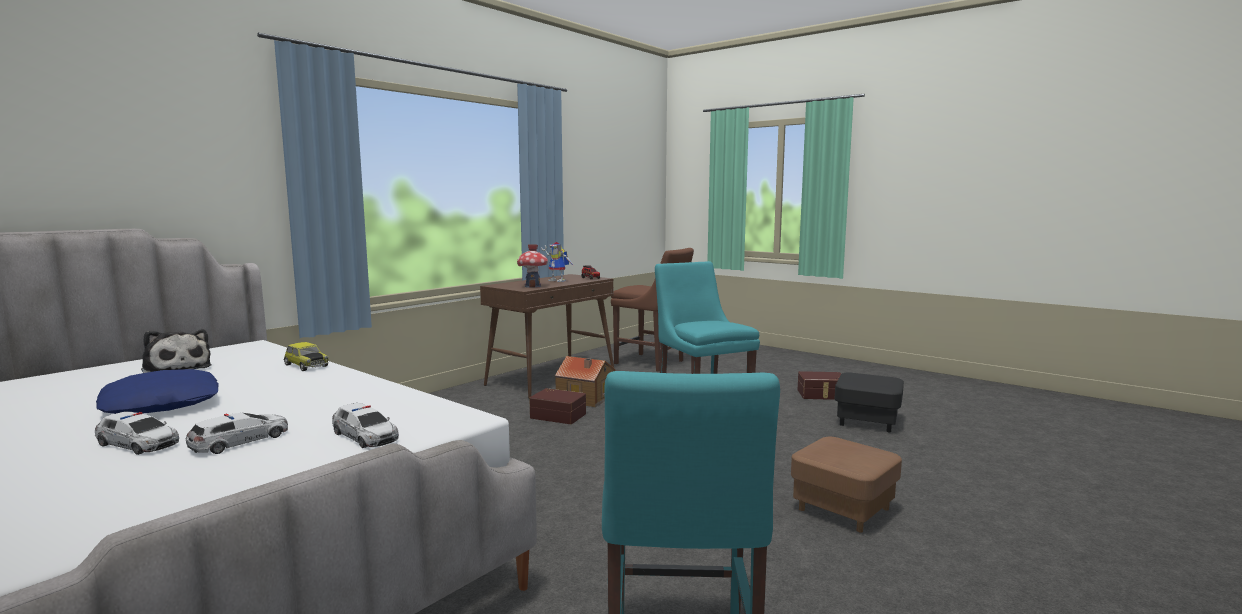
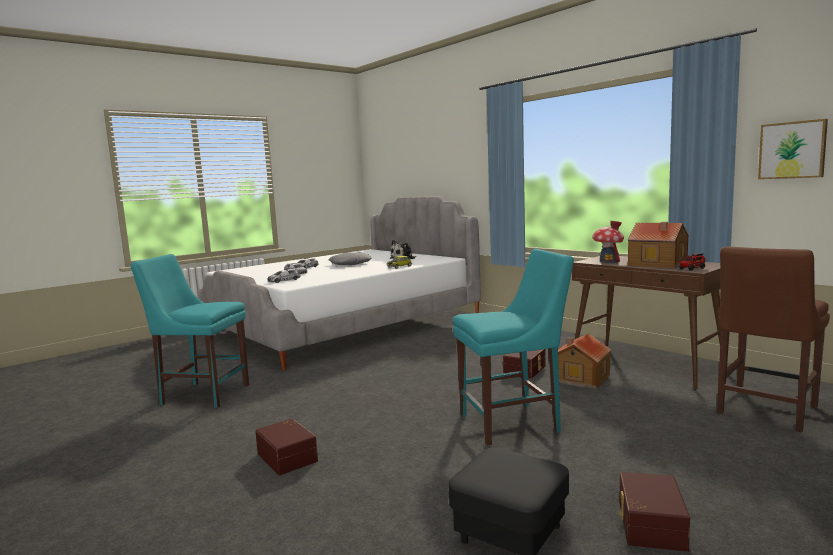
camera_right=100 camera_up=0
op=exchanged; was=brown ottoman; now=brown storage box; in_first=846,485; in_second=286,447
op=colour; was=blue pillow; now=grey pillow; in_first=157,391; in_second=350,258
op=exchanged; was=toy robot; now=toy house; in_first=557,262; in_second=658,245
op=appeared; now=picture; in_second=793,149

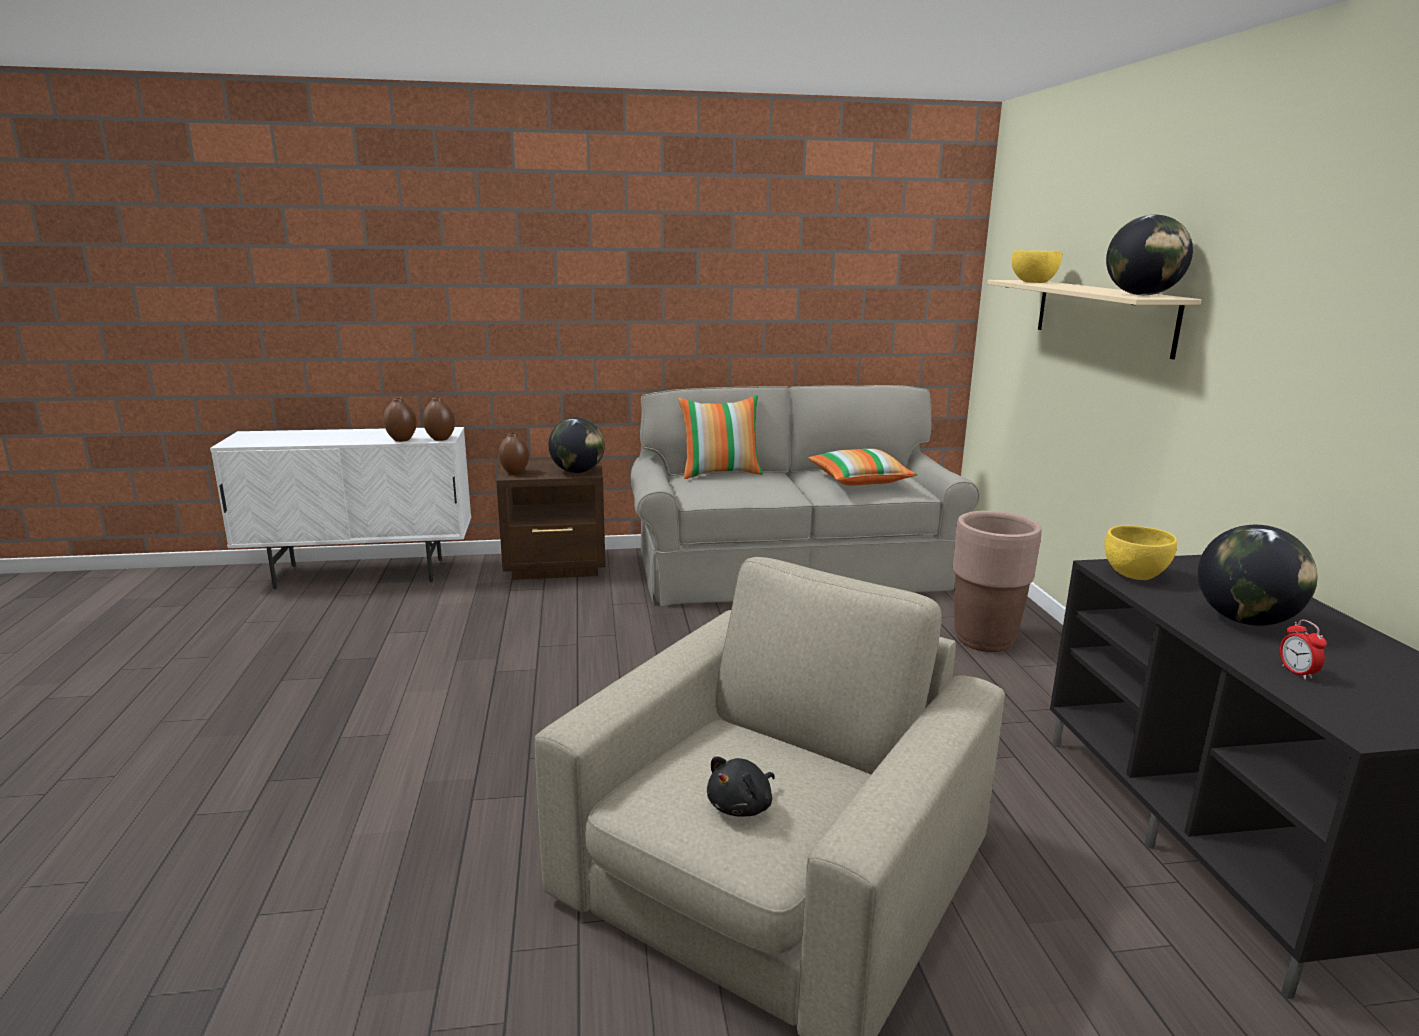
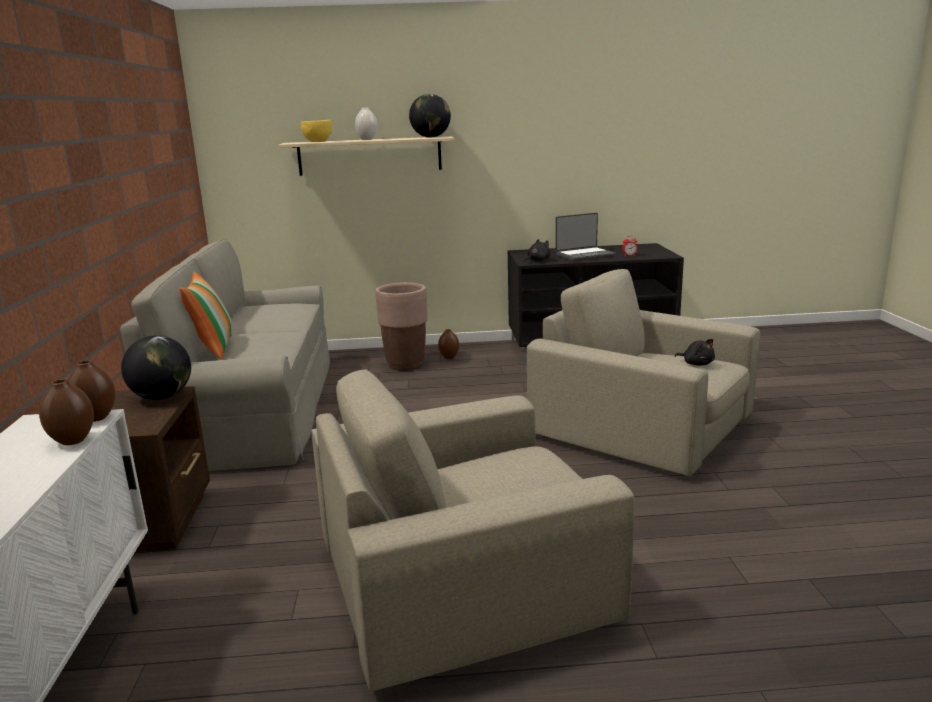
camera_right=-85 camera_up=0
op=appeared; now=beige armchair; in_second=473,530
op=appeared; now=white vase; in_second=366,124
op=relocated; was=brown vase; in_first=513,453; in_second=448,344
op=exchanged; was=yellow bowl; now=black plush toy; in_first=1140,553; in_second=536,250
op=exchanged; was=globe; now=laptop; in_first=1257,575; in_second=585,237
op=missing; was=pillow; in_first=862,467

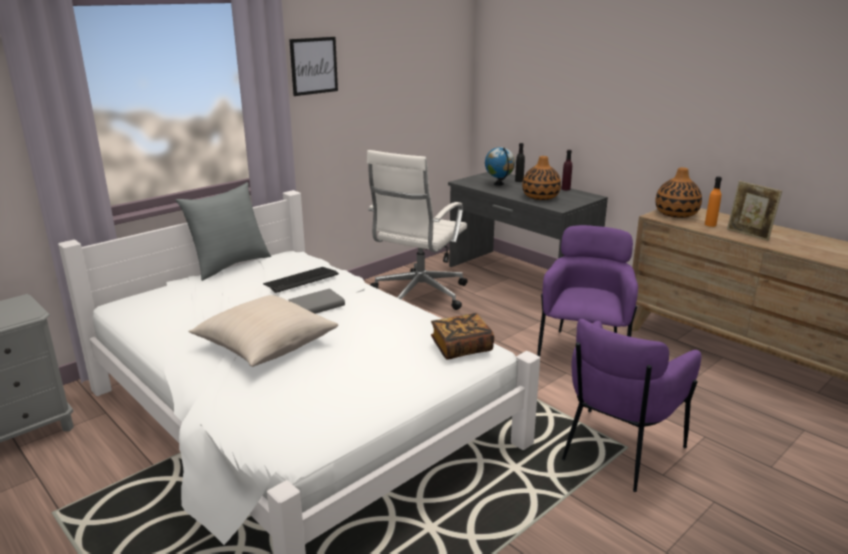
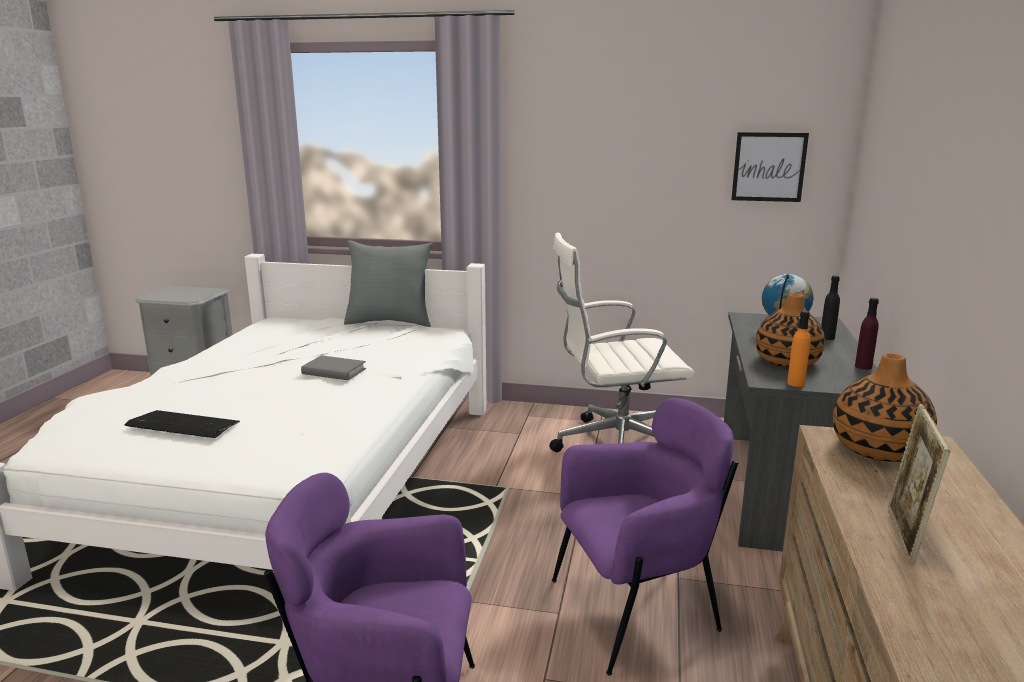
camera_right=55 camera_up=-5
op=relocated; was=keyboard; in_first=301,280; in_second=182,424
op=relocated; was=picture; in_first=313,66; in_second=770,167
op=relocated; was=orange bottle; in_first=713,201; in_second=798,349
op=missing; was=beige pillow; in_first=263,331
op=missing; was=book; in_first=462,336

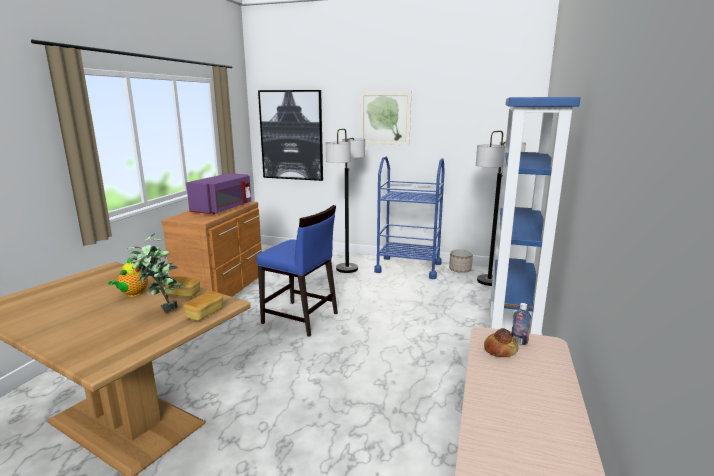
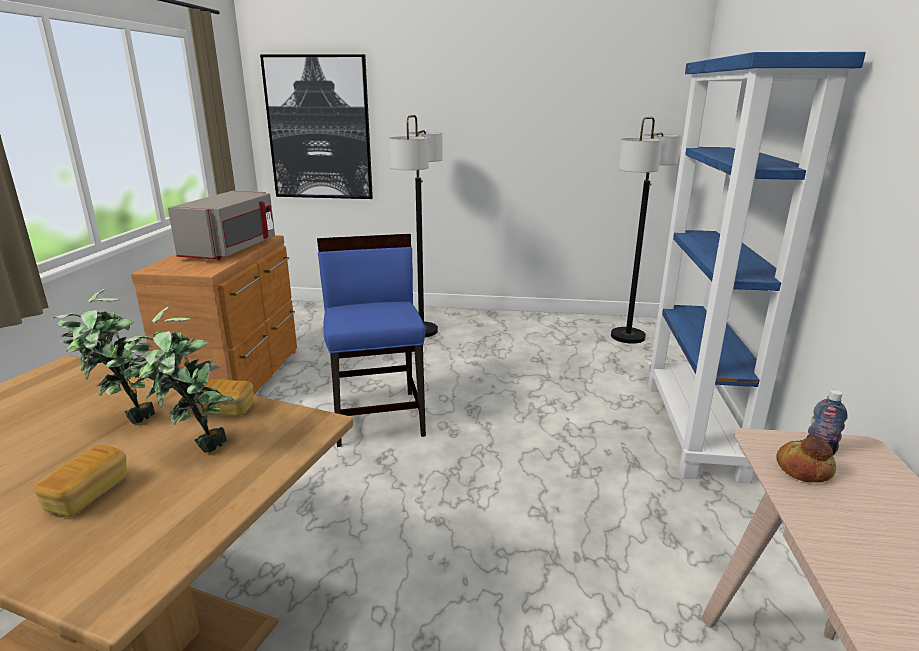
camera_right=-10 camera_up=5
op=relocated; was=bread; in_first=203,306; in_second=80,481
op=exchanged; was=teapot; now=potted plant; in_first=128,277; in_second=104,356
op=colour; was=purple microwave; now=grey microwave; in_first=218,193; in_second=221,225
op=spun; was=blue chair; in_first=297,271; in_second=371,340; clockwise=-120
op=missing; was=picture; in_first=385,118
op=missing; was=blue cart; in_first=409,217
op=missing; was=planter; in_first=461,261

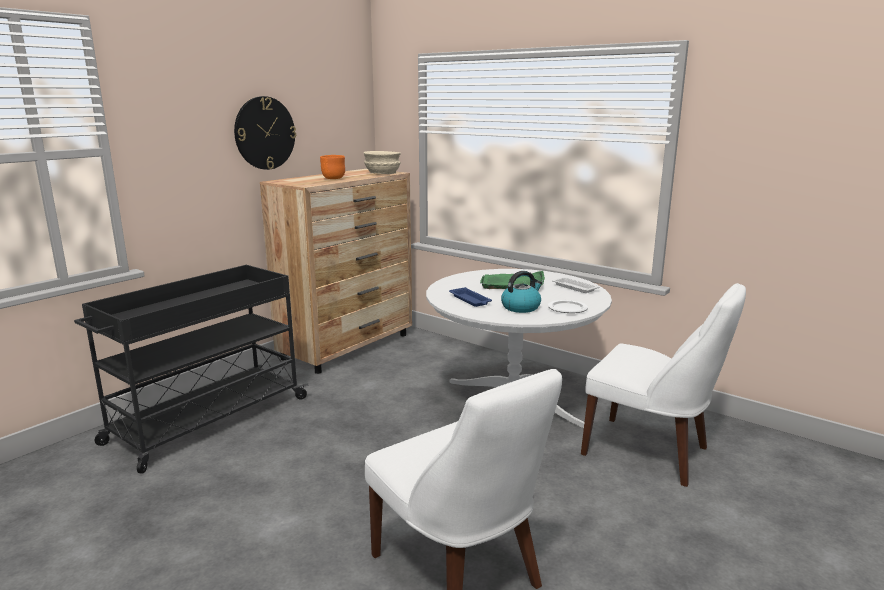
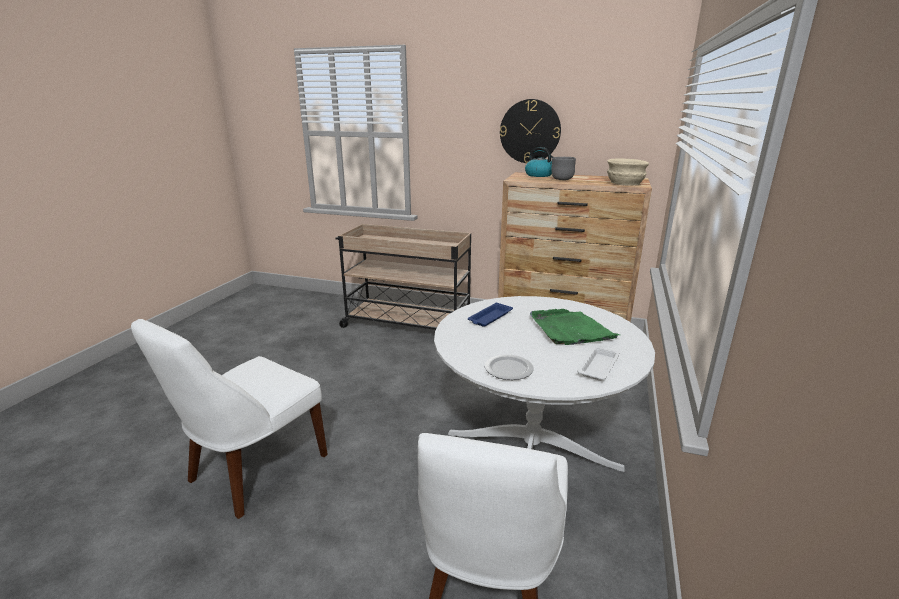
camera_right=70 camera_up=5
op=colour; was=black cart; now=beige cart; in_first=191,369; in_second=403,277
op=relocated; was=kettle; in_first=521,292; in_second=539,162
op=colour; was=orange bowl; now=grey bowl; in_first=332,167; in_second=563,168

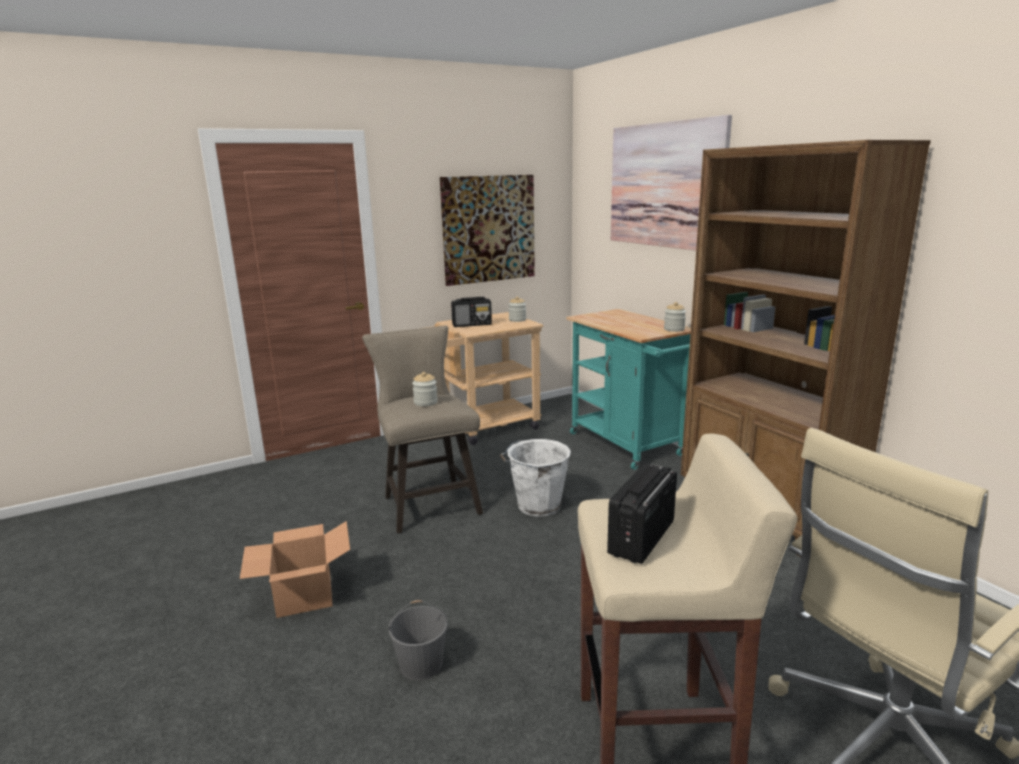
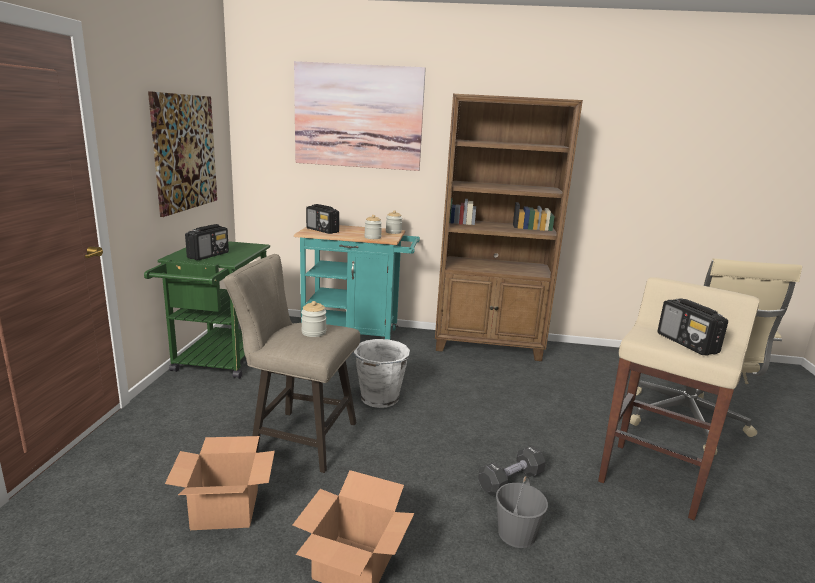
camera_right=-55 camera_up=0
op=colour; was=beige cart; now=green cart; in_first=484,378; in_second=207,310
op=appeared; now=cardboard box; in_second=220,483
op=appeared; now=radio; in_second=322,219
op=relocated; was=jar; in_first=517,309; in_second=373,227
op=appeared; now=black dumbbell; in_second=512,470

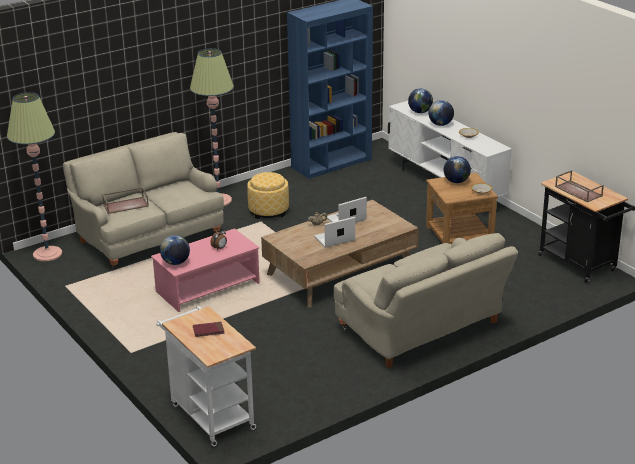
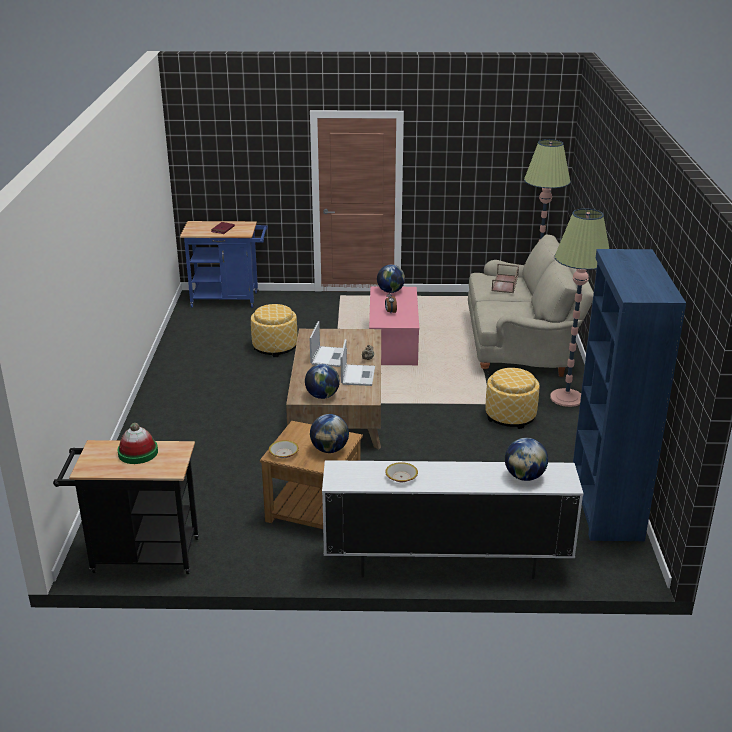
camera_right=125 camera_up=0
op=exchanged; was=brown tray; now=hat; in_first=579,186; in_second=138,443
op=colour; was=white cart; now=blue cart; in_first=206,376; in_second=224,264
op=appeared; now=ottoman; in_second=274,330
op=relocated; was=globe; in_first=441,113; in_second=322,381
op=missing; was=beige sofa; in_first=426,300

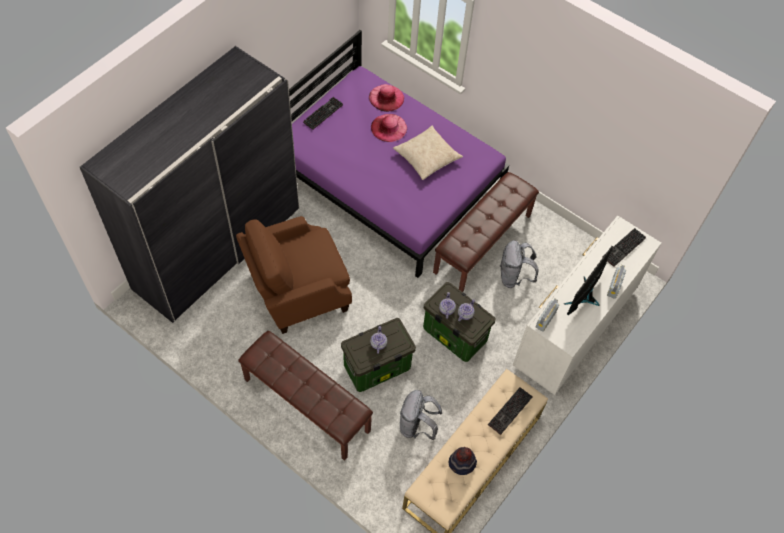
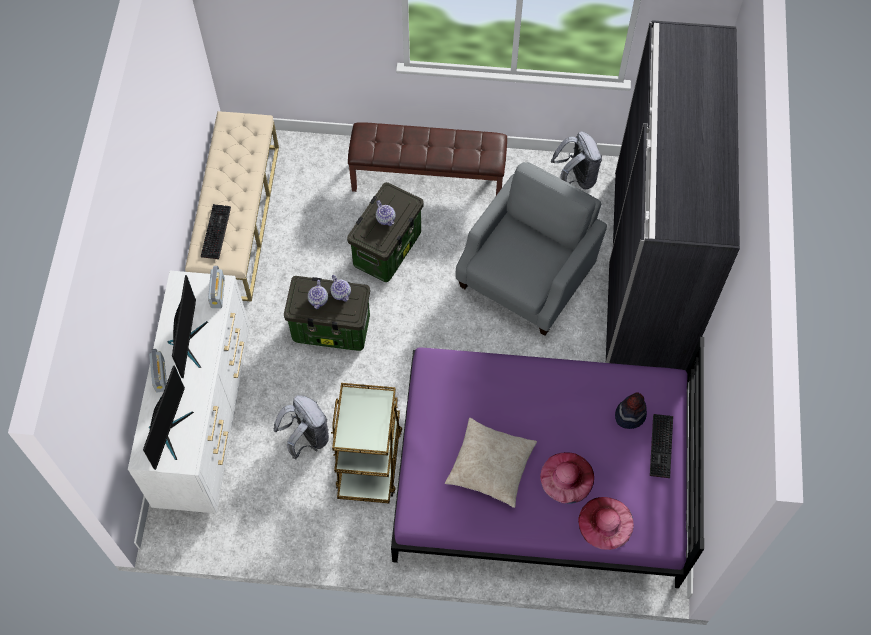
camera_right=150 camera_up=5
op=exchanged; was=keyboard; now=monitor; in_first=624,247; in_second=168,418
op=exchanged; was=brown bench; now=brown cart; in_first=486,232; in_second=366,443
op=colour; was=brown armchair; now=grey armchair; in_first=294,275; in_second=531,249
op=relocated; was=grey backpack; in_first=421,415; in_second=576,160
op=relocated; was=hat; in_first=463,461; in_second=631,410

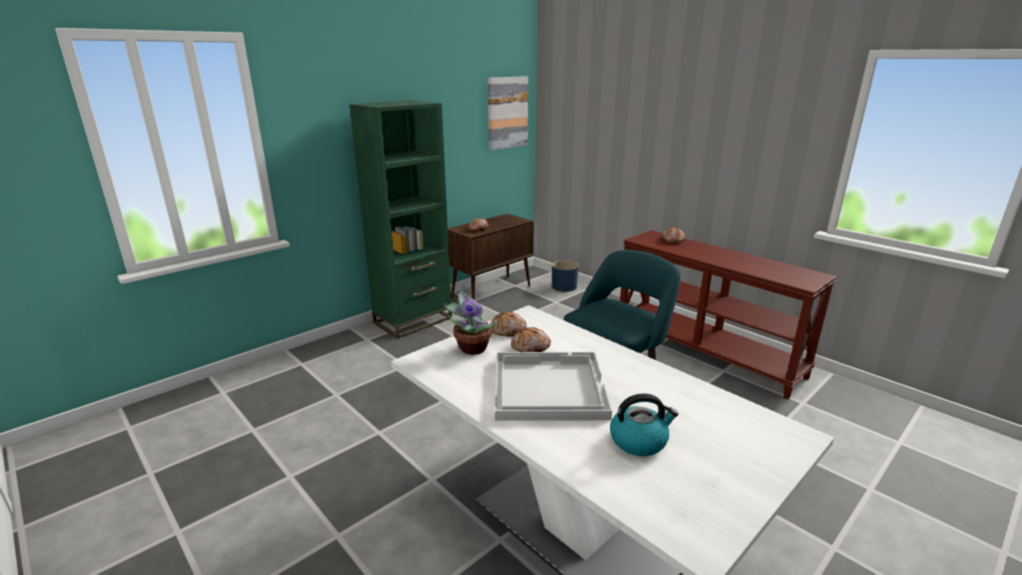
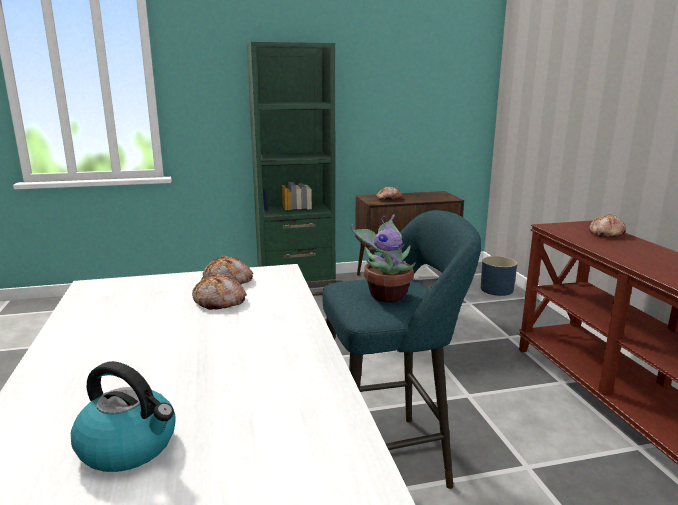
camera_right=30 camera_up=-5
op=relocated; was=potted plant; in_first=470,320; in_second=383,258
op=missing; was=picture; in_first=508,113
op=missing; was=white tray; in_first=553,386

